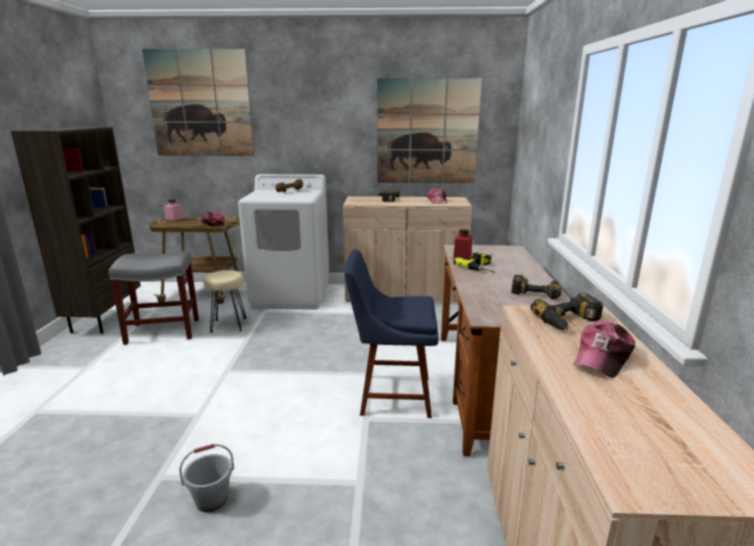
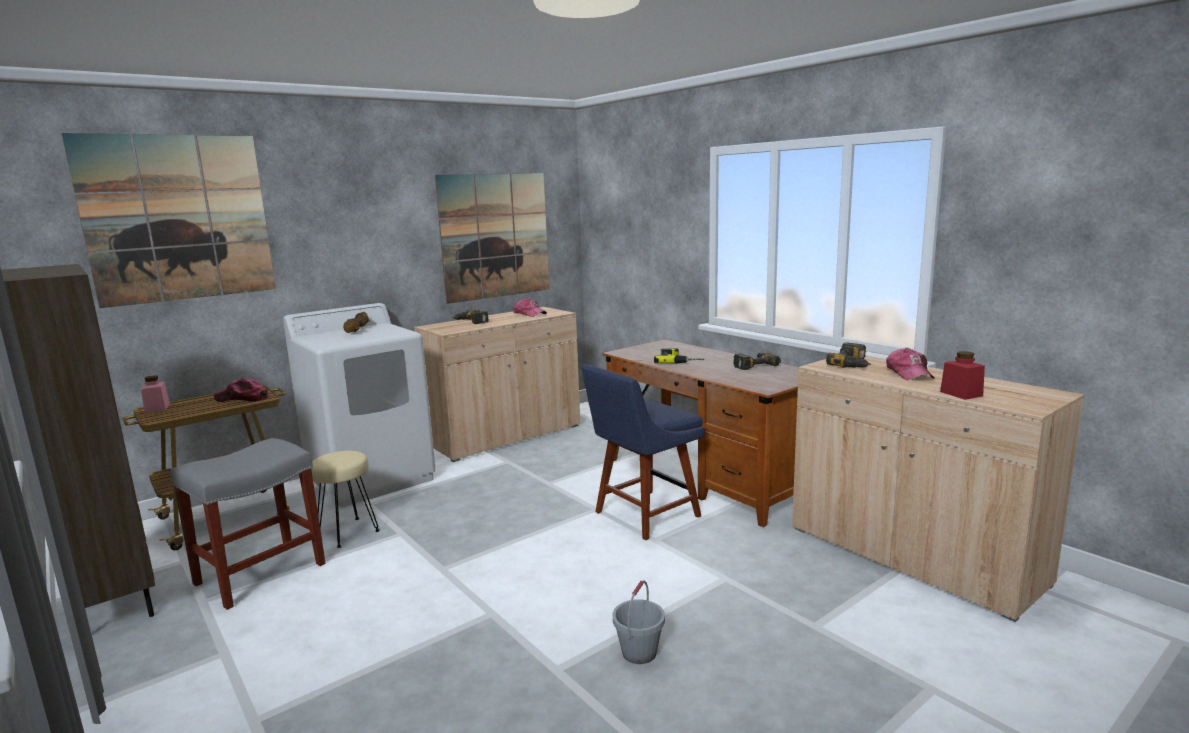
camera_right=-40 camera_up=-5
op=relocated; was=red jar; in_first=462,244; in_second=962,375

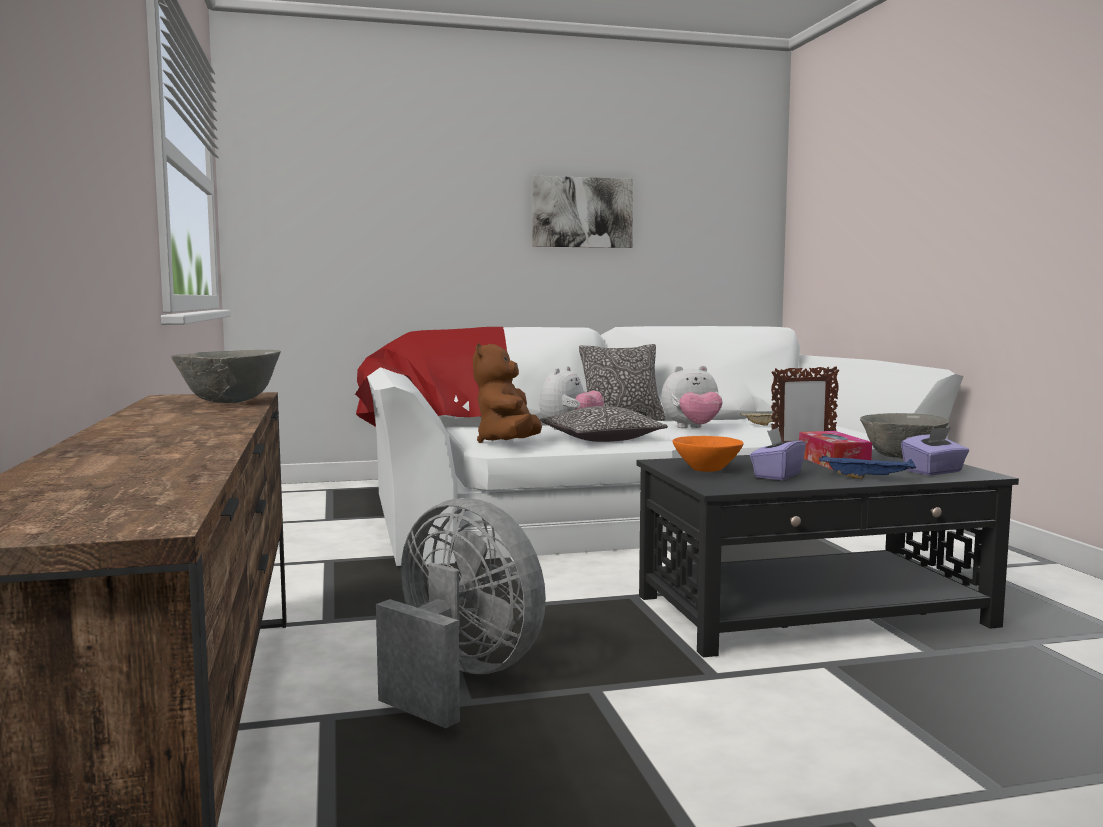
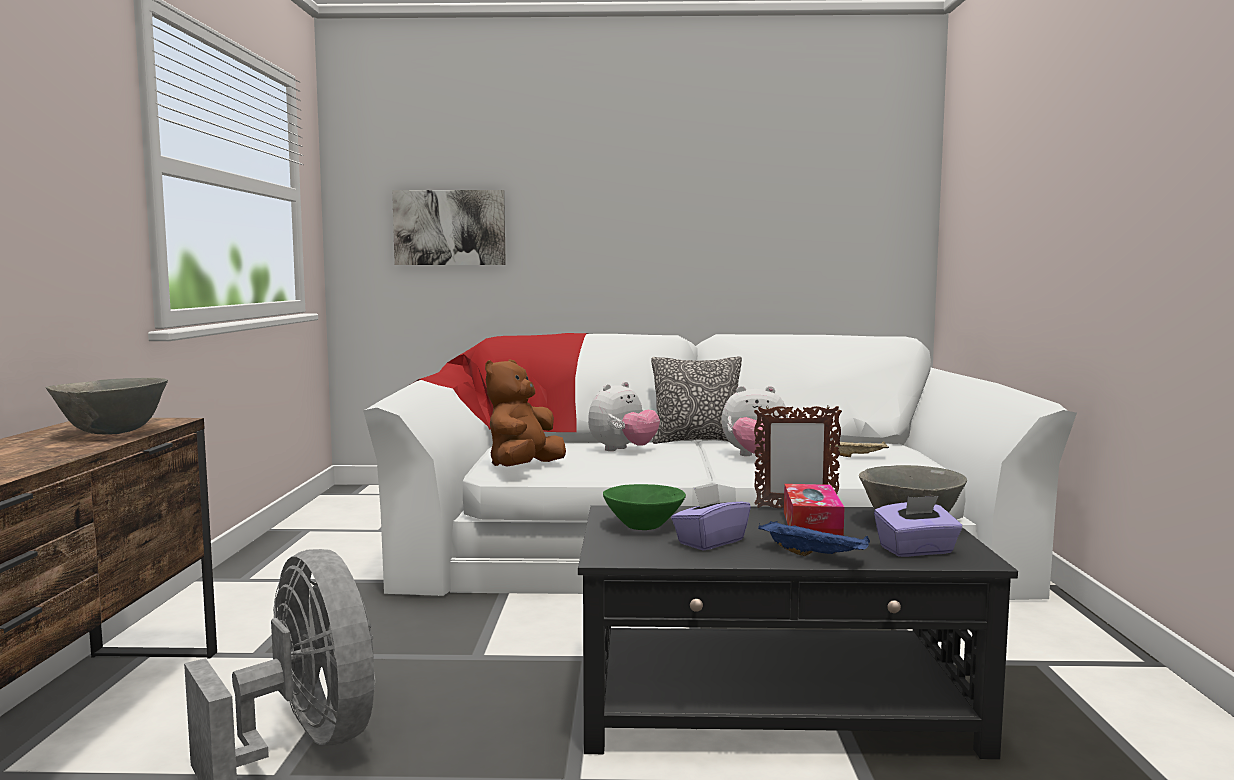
camera_right=15 camera_up=0
op=relocated; was=picture; in_first=582,212; in_second=449,227
op=colour; was=orange bowl; now=green bowl; in_first=708,454; in_second=644,507
op=missing; was=pillow; in_first=604,424

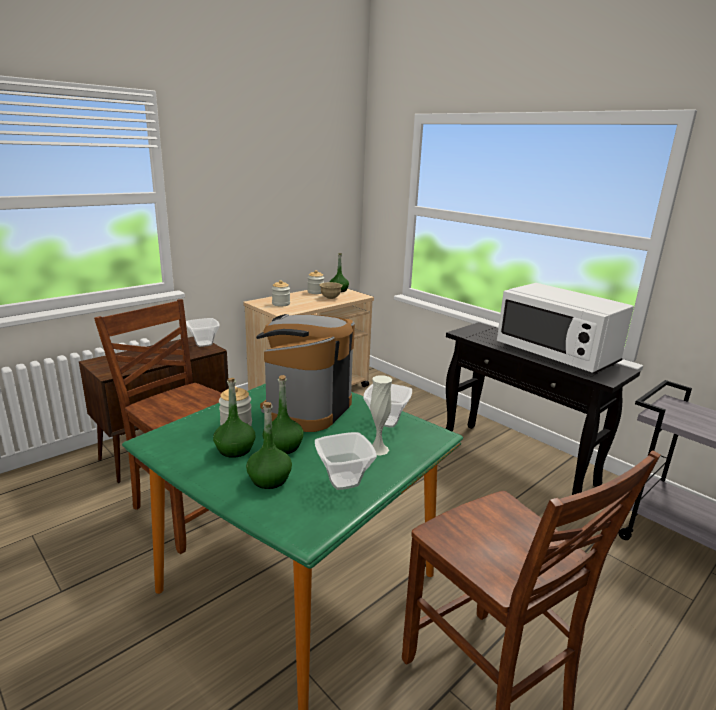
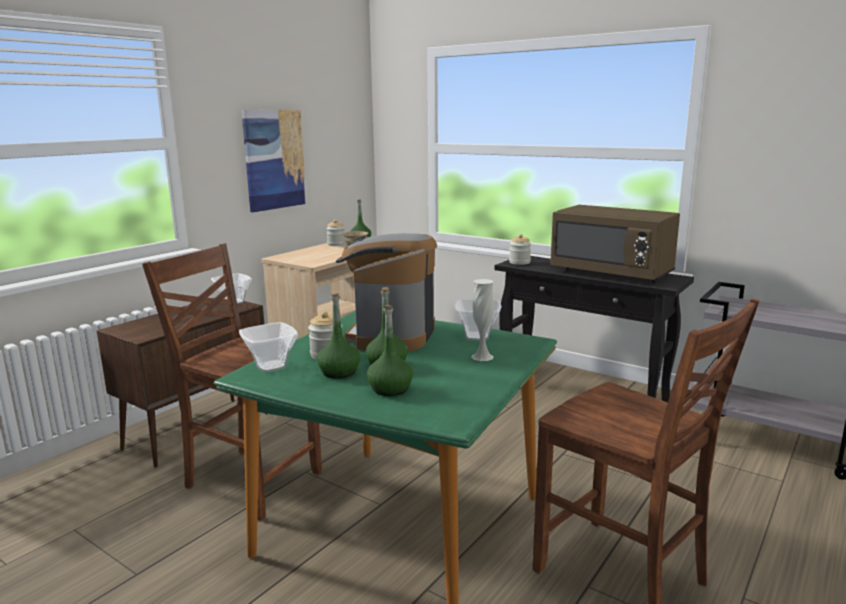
camera_right=-10 camera_up=-5
op=relocated; was=bowl; in_first=346,461; in_second=268,347
op=appeared; now=picture; in_second=273,161
op=relocated; was=jar; in_first=281,293; in_second=520,249
op=colour; was=white microwave; now=brown microwave; in_first=565,328; in_second=615,244

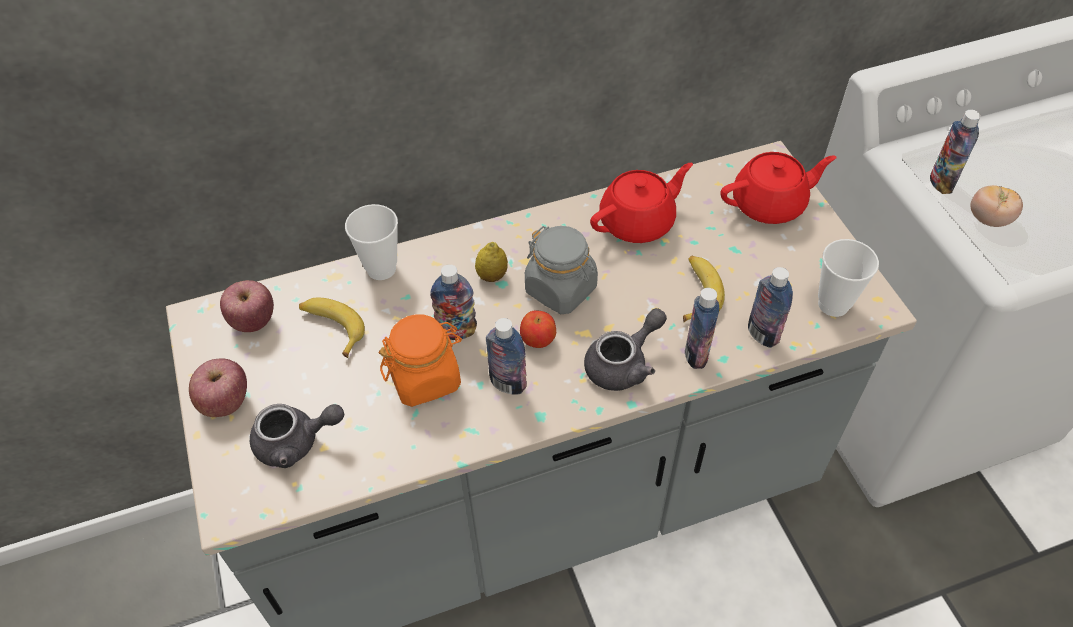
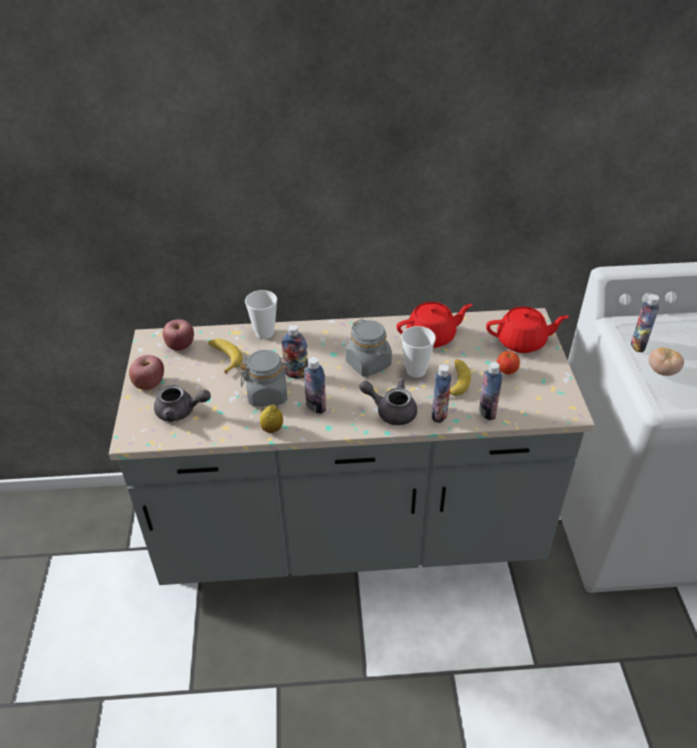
camera_right=15 camera_up=-10
op=colour; was=orange jar; now=grey jar; in_first=420,360; in_second=266,378
op=relocated; was=lemon; in_first=491,262; in_second=271,419
op=spun; was=grey teapot; in_first=625,349; in_second=388,401; clockwise=-135
op=relocated; was=cup; in_first=848,278; in_second=418,352
op=relocated; was=apple; in_first=538,329; in_second=508,362

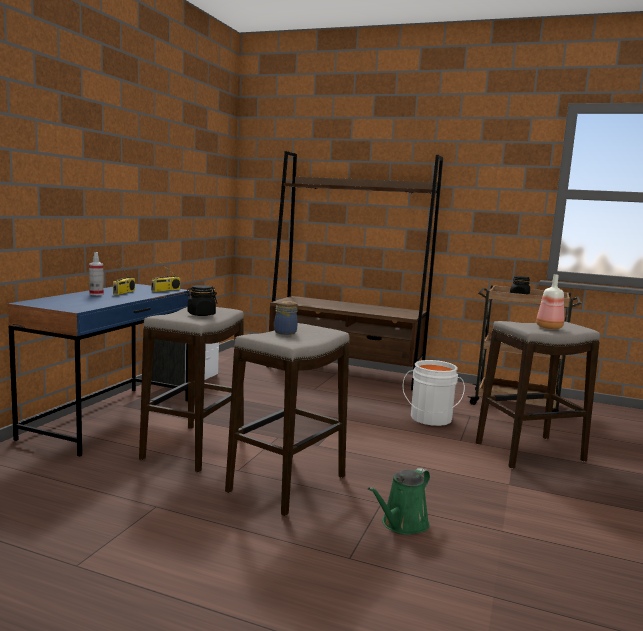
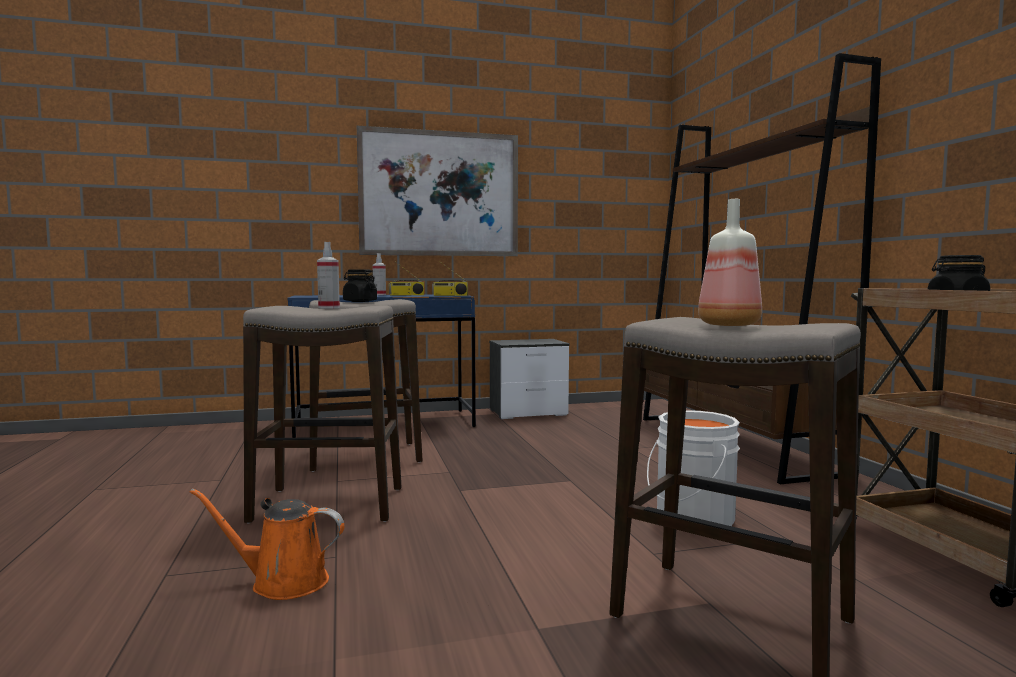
camera_right=55 camera_up=-5
op=colour; was=green watering can; now=orange watering can; in_first=399,501; in_second=267,544
op=exchanged; was=jar; now=spray bottle; in_first=286,318; in_second=328,275
op=appeared; now=picture; in_second=437,191

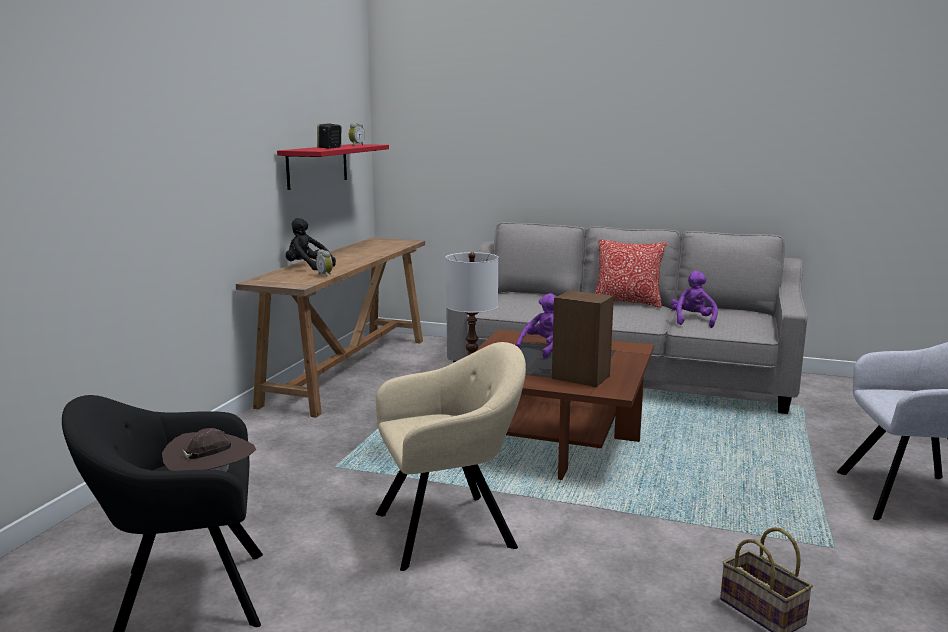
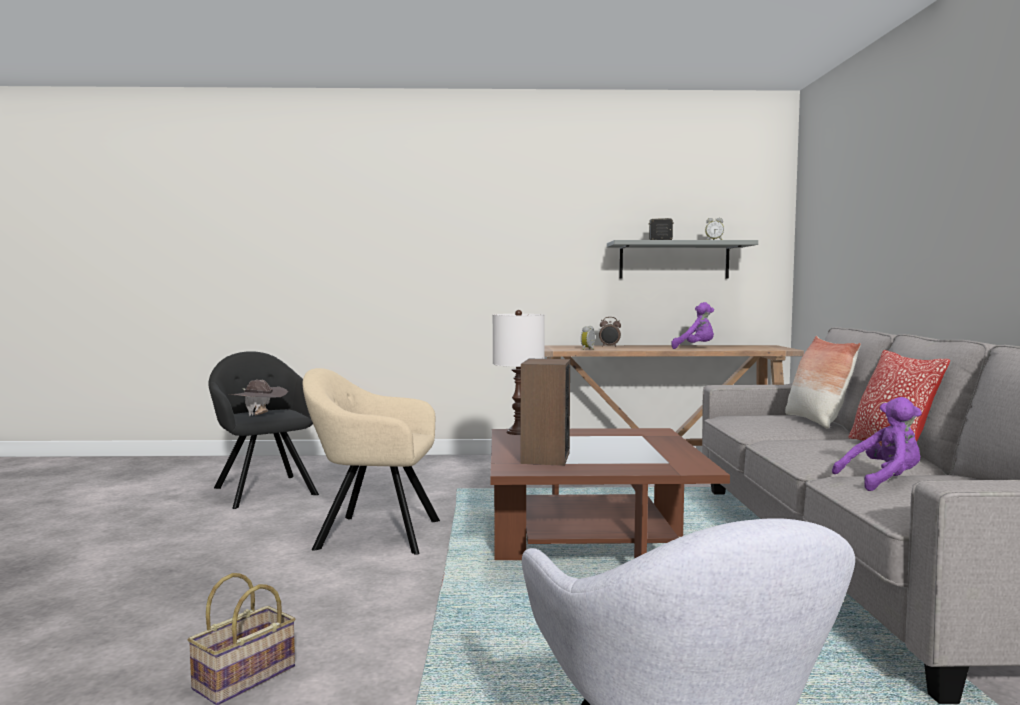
camera_right=70 camera_up=-10
op=spun; was=beige armchair; in_first=451,456; in_second=371,461; clockwise=135
op=exchanged; was=black plush toy; now=alarm clock; in_first=311,244; in_second=610,332
op=colour; was=red shelf; now=grey shelf; in_first=333,167; in_second=682,259
op=relocated; was=purple plush toy; in_first=536,325; in_second=692,325
op=appeared; now=pillow; in_second=823,382

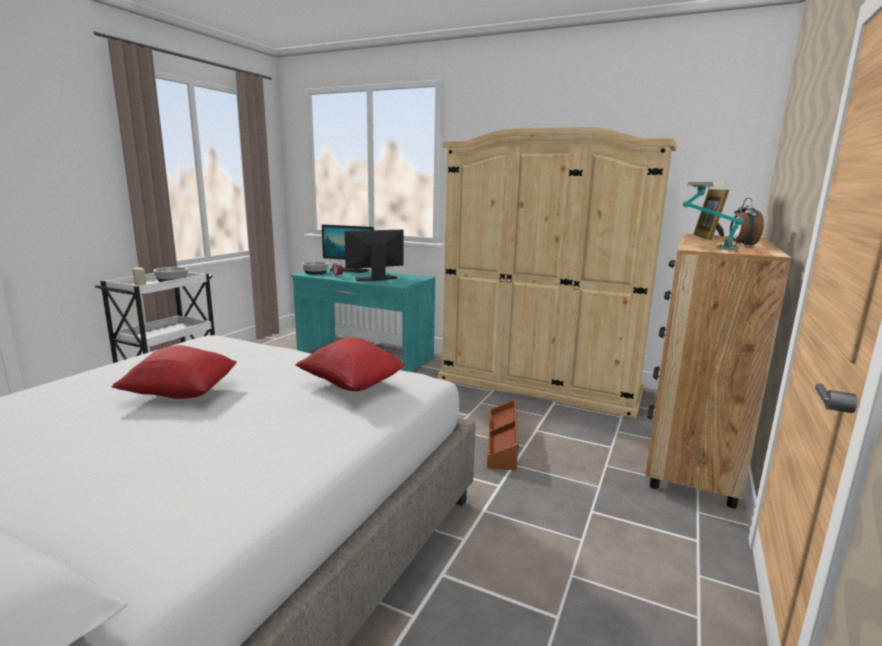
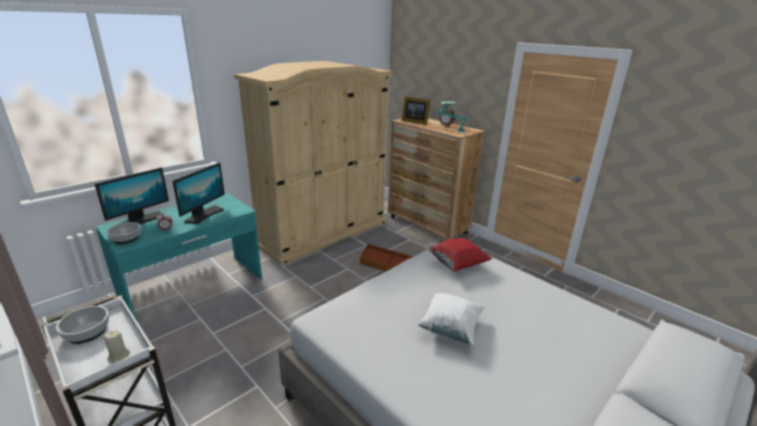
camera_right=-70 camera_up=10
op=spun; was=monitor; in_first=374,255; in_second=198,193; clockwise=-150
op=colour; was=red pillow; now=white pillow; in_first=174,372; in_second=451,319

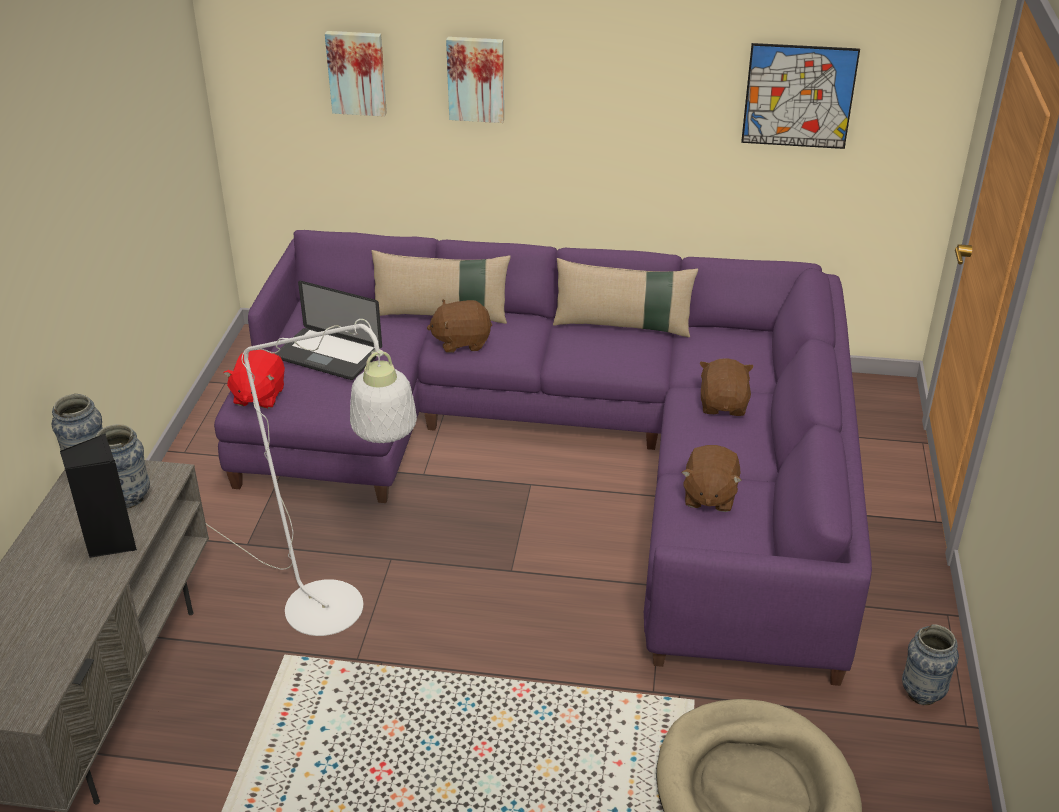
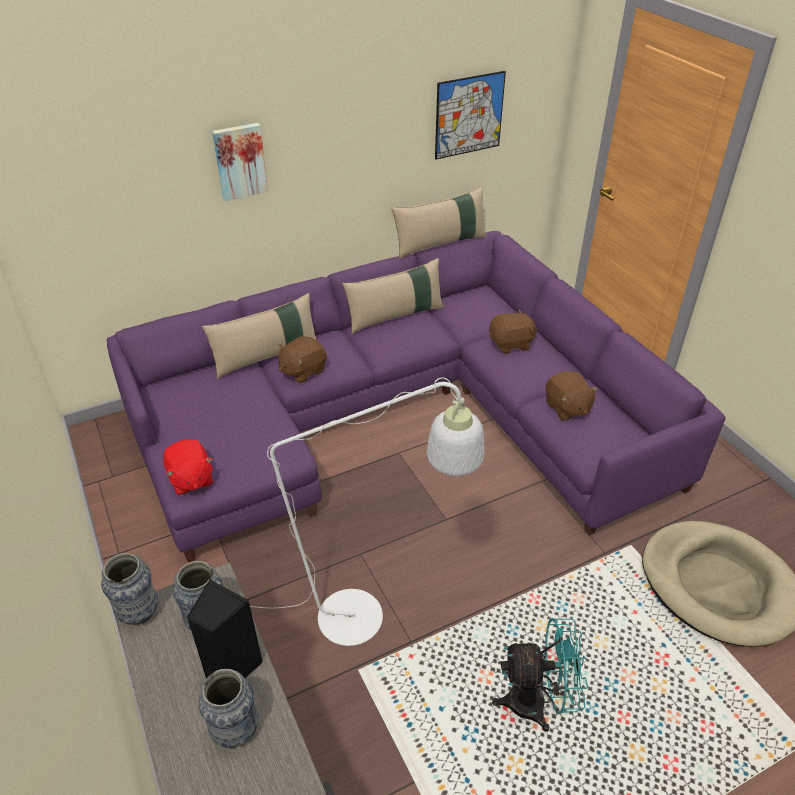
camera_right=-35 camera_up=5
op=relocated; was=vase; in_first=930,664; in_second=228,708
op=appeared; now=beige pillow; in_second=439,223
op=spun; was=brown plush toy; in_first=727,387; in_second=513,331; clockwise=105
op=appeared; now=turquoise fan; in_second=540,675
op=missing; was=laptop; in_first=328,330
op=missing; was=picture; in_first=356,74

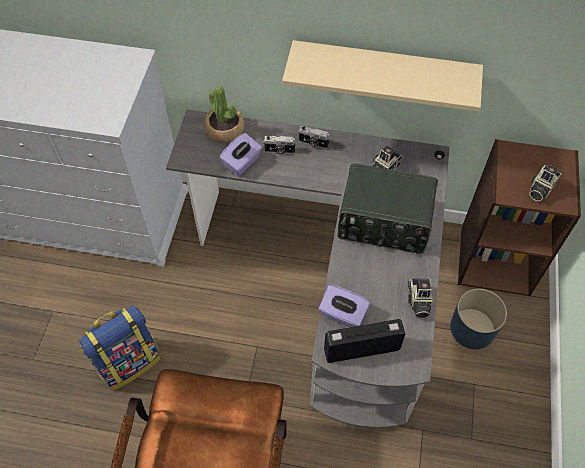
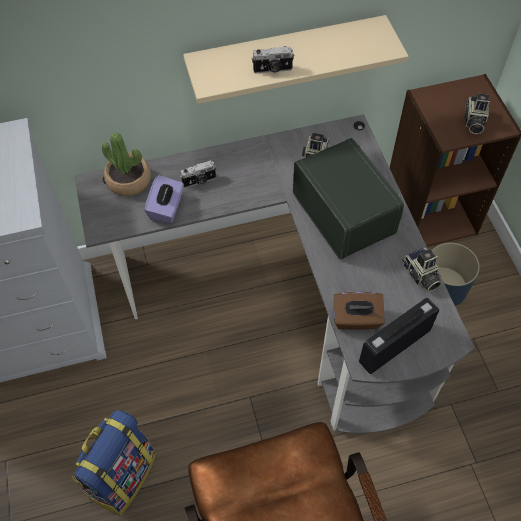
camera_right=-25 camera_up=0
op=relocated; was=photo camera; in_first=314,137; in_second=272,60
op=spun; was=radio; in_first=387,209; in_second=348,199; clockwise=-105
op=colour; was=purple tissue box; now=brown tissue box; in_first=344,306; in_second=359,311

